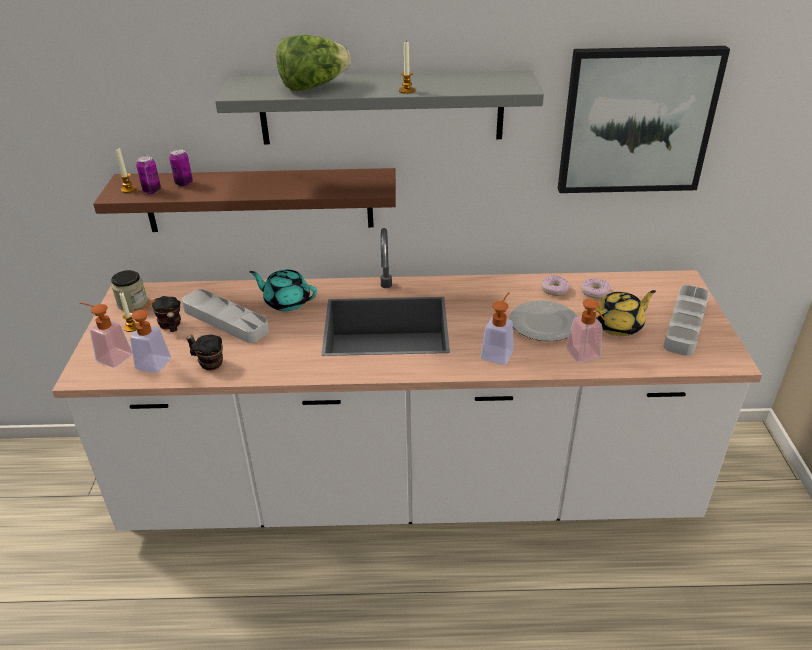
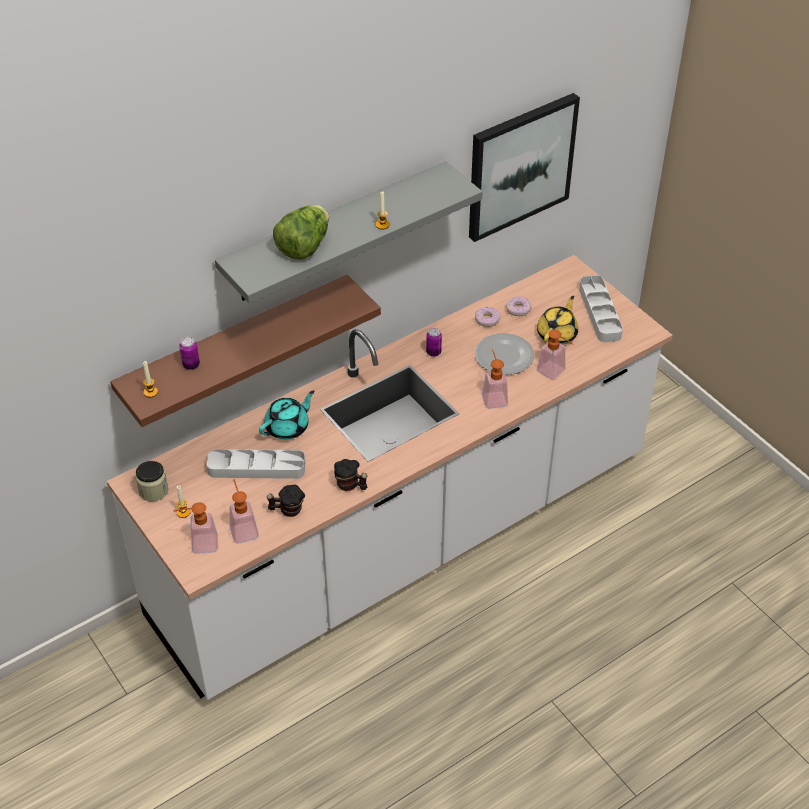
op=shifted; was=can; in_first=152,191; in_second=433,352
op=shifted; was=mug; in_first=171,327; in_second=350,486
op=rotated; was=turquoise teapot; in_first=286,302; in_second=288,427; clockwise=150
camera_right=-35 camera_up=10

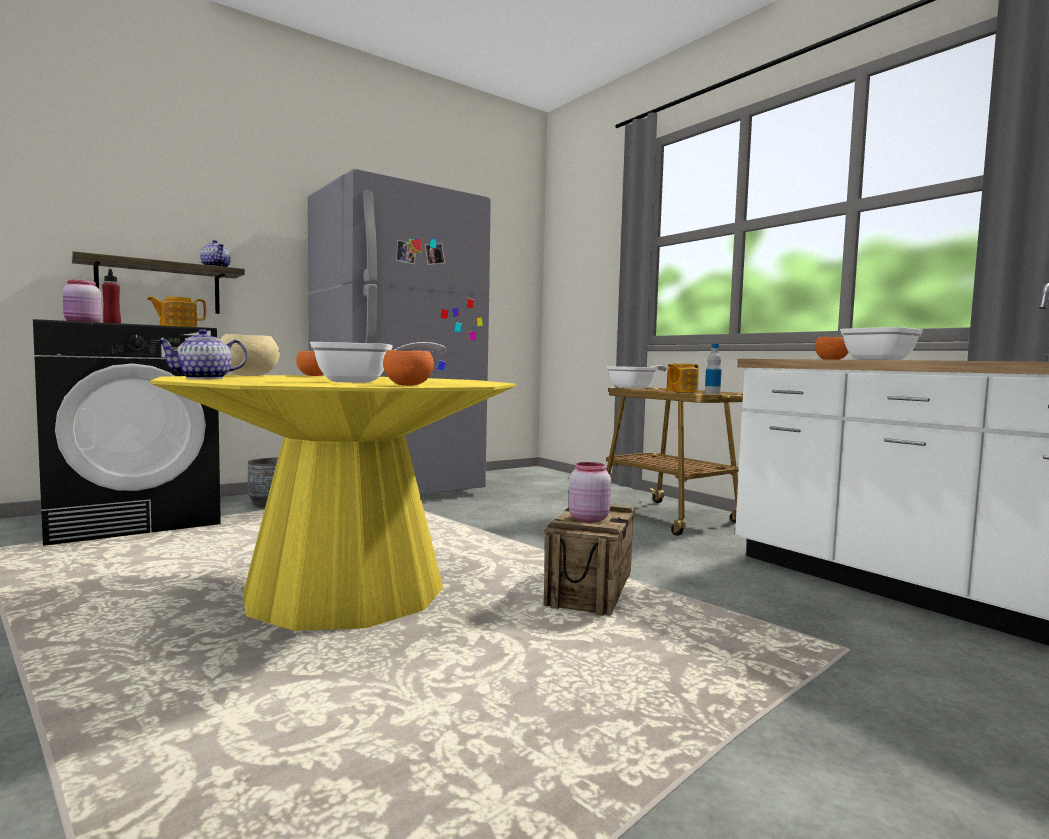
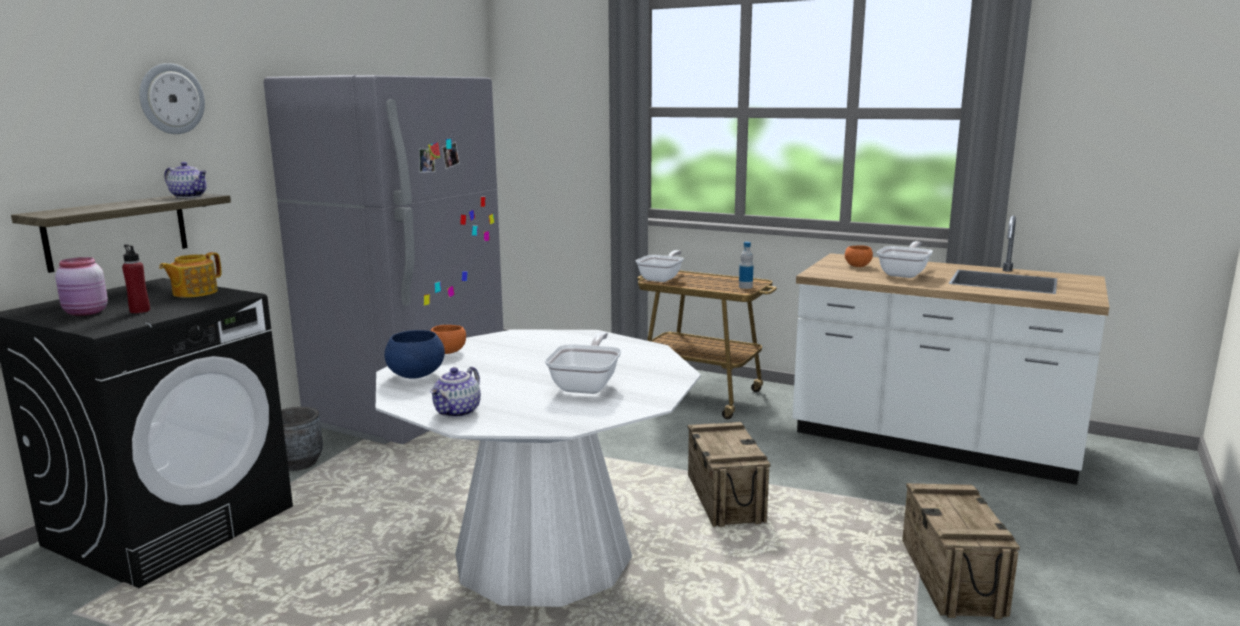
op=gone; was=orange bowl; in_first=408,385
op=gone; was=pink jar; in_first=588,519
op=gone; was=teapot; in_first=681,391
op=new; now=wall clock; in_second=171,99
op=new; now=crate; in_second=952,578
op=repainted; was=yellow dining table; now=white dining table; in_first=345,592; in_second=543,556
op=repainted; was=beige bowl; now=blue bowl; in_first=248,375; in_second=415,375
op=rotated; was=frying pan; in_first=363,382; in_second=587,384; clockwise=-45
camera_right=-25 camera_up=10

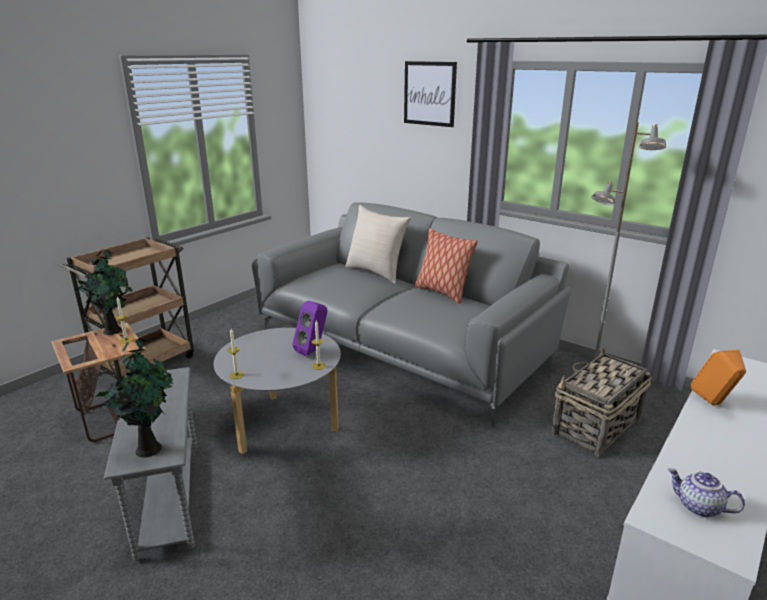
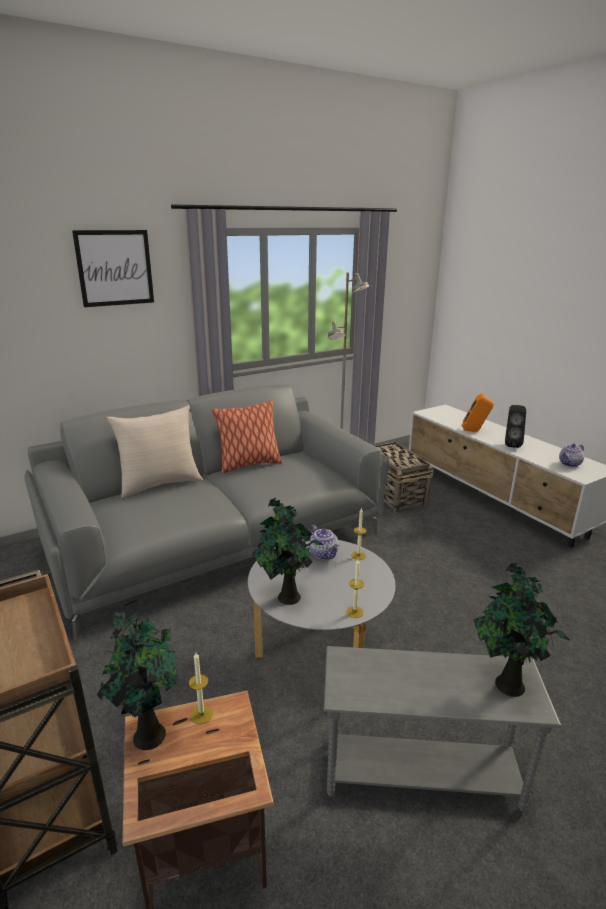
op=new; now=potted plant; in_second=287,597
op=new; now=black speaker; in_second=511,444
op=swapped; was=purple speaker; now=teapot; in_first=313,351; in_second=324,554
camera_right=-70 camera_up=0

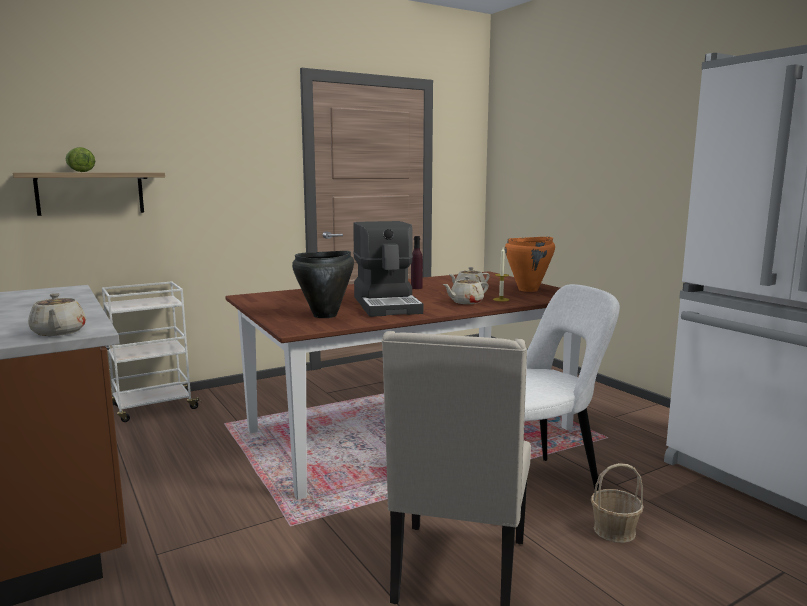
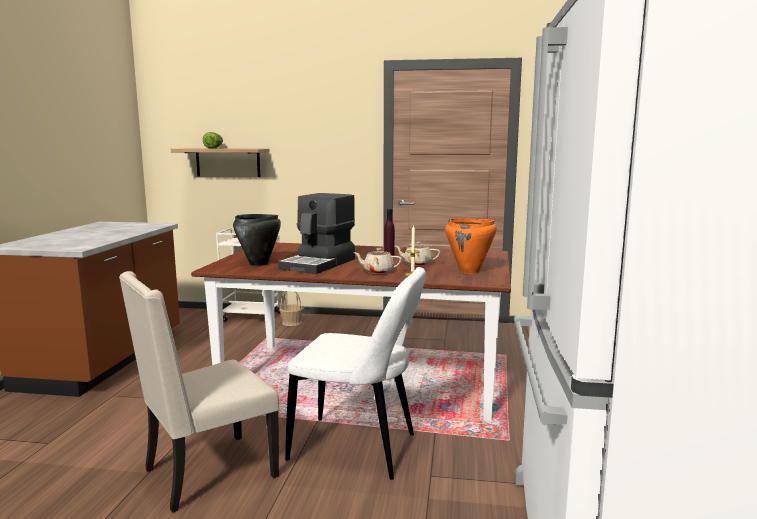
op=gone; was=beige teapot; in_first=58,332
op=shifted; was=basket; in_first=614,530; in_second=291,322
camera_right=40 camera_up=0

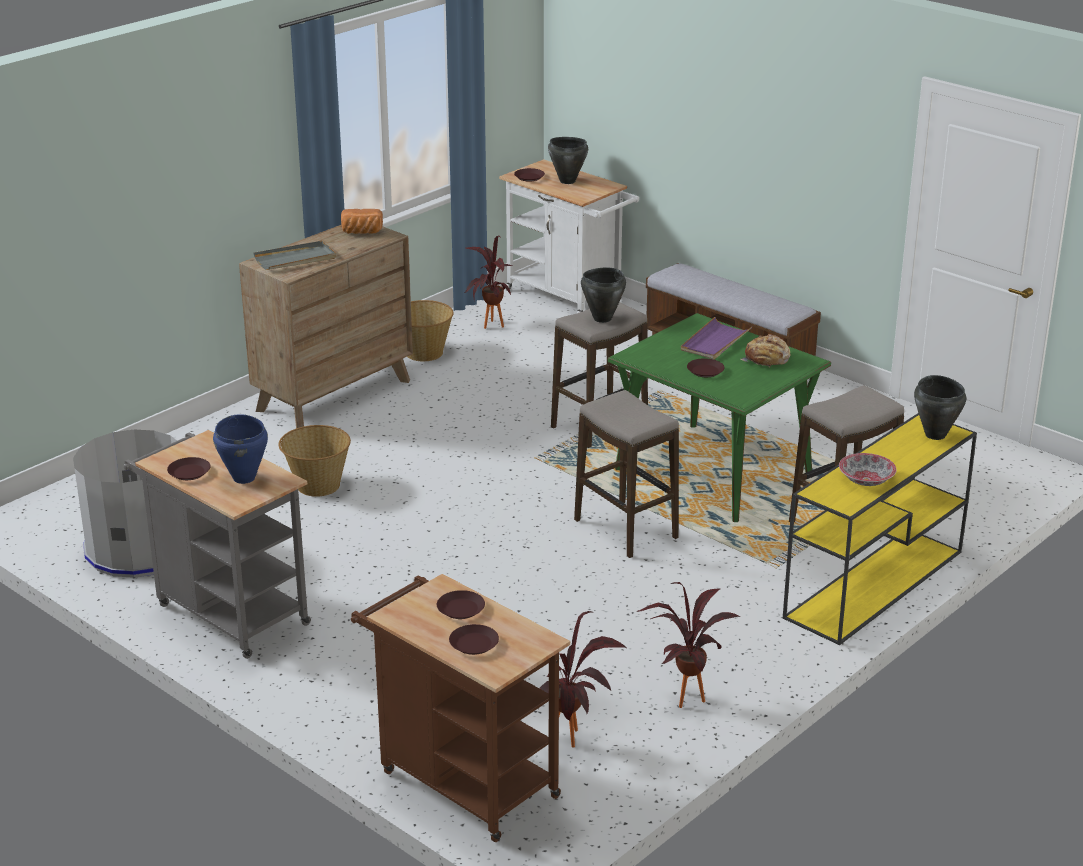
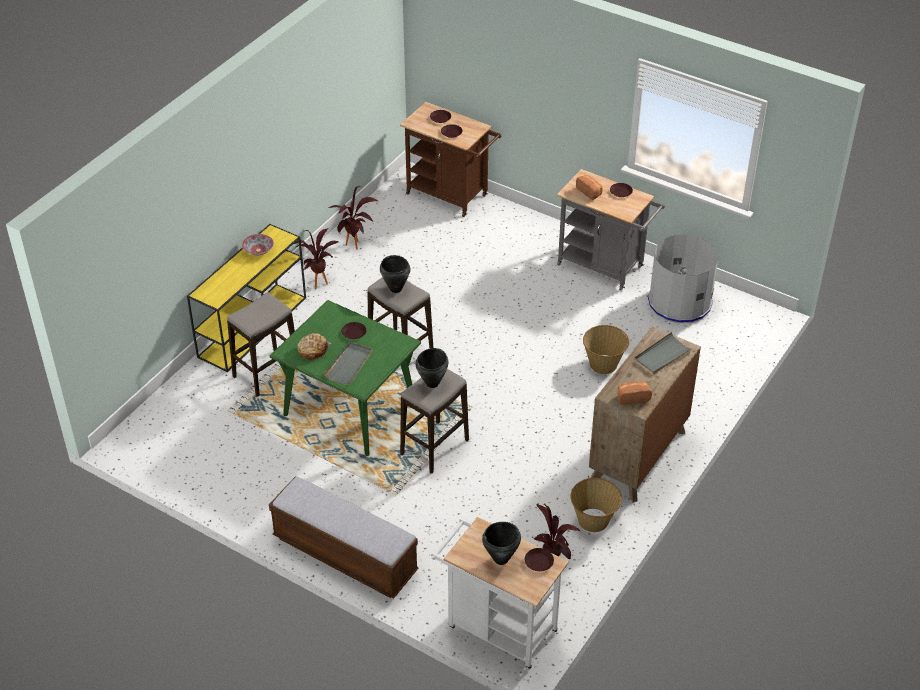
op=shifted; was=potted plant; in_first=572,742; in_second=316,282
op=shifted; was=black cooking pot; in_first=935,434; in_second=395,289
op=swapped; was=blue cooking pot; now=bread; in_first=244,478; in_second=590,192
op=repainted; was=purple tray; now=grey tray; in_first=715,342; in_second=349,365
camera_right=170 camera_up=15

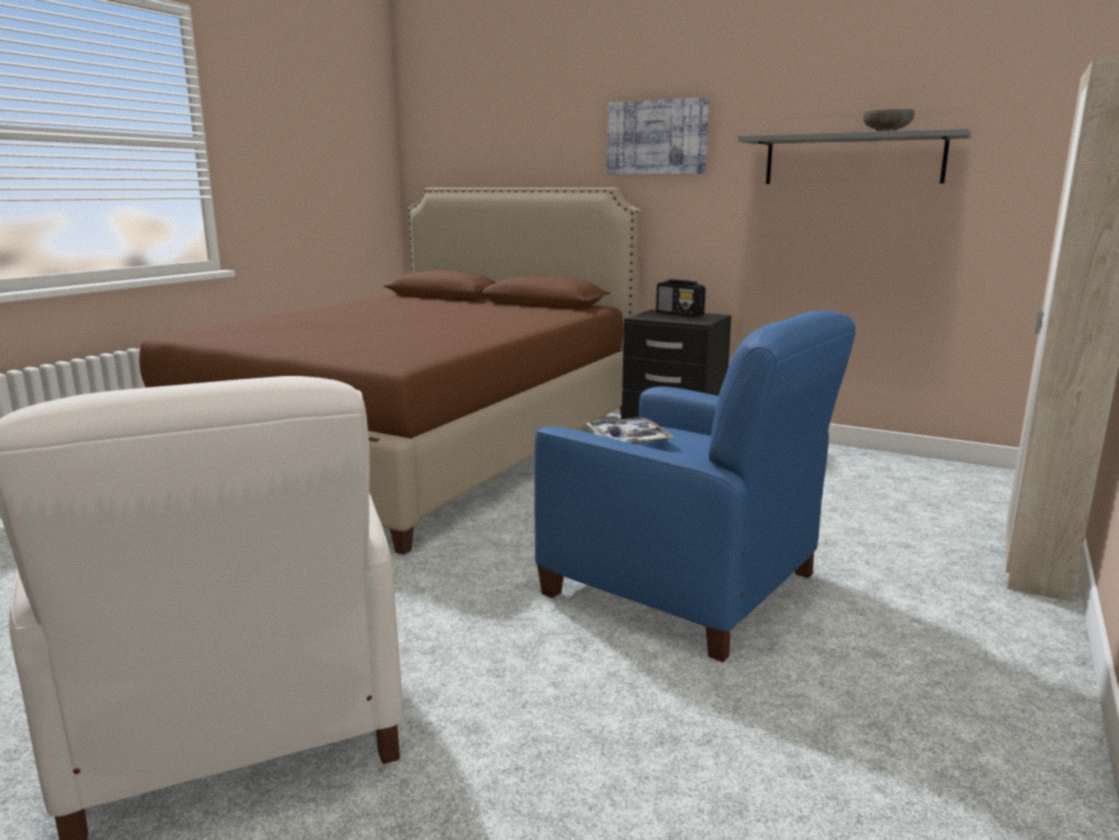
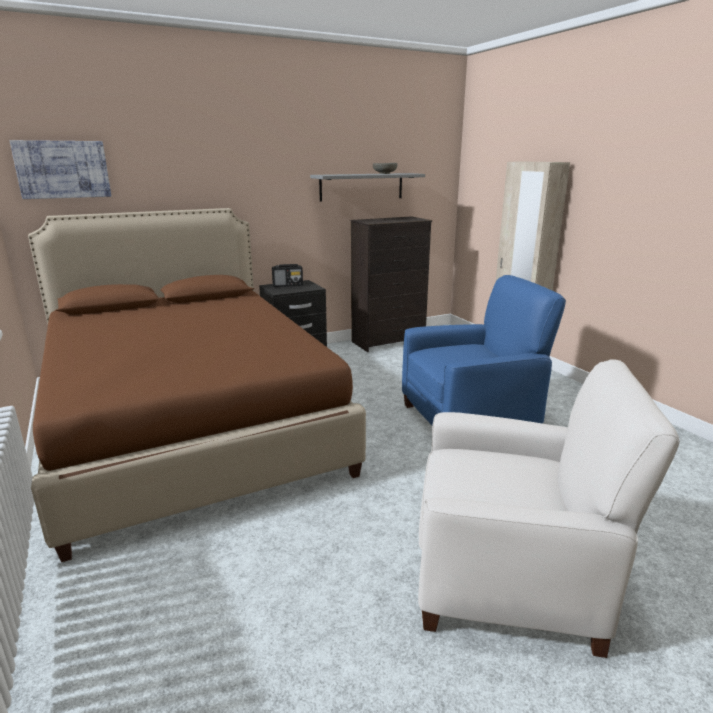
op=gone; was=tray; in_first=628,440
op=new; now=black dresser; in_second=389,341
op=shifted; was=picture; in_first=657,137; in_second=63,169
camera_right=-55 camera_up=5

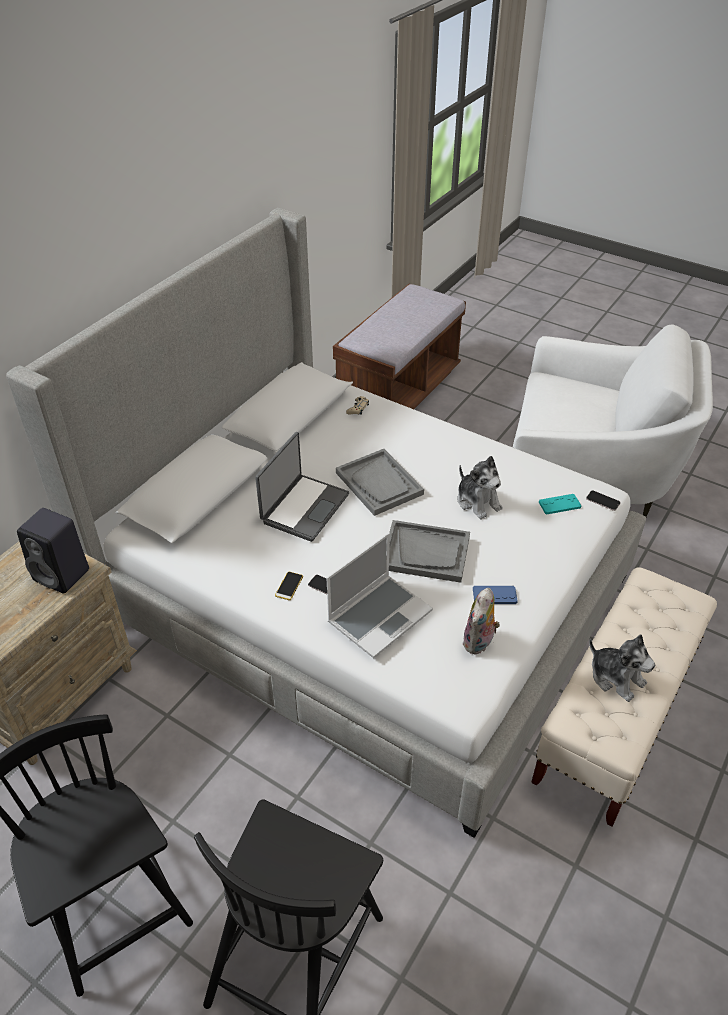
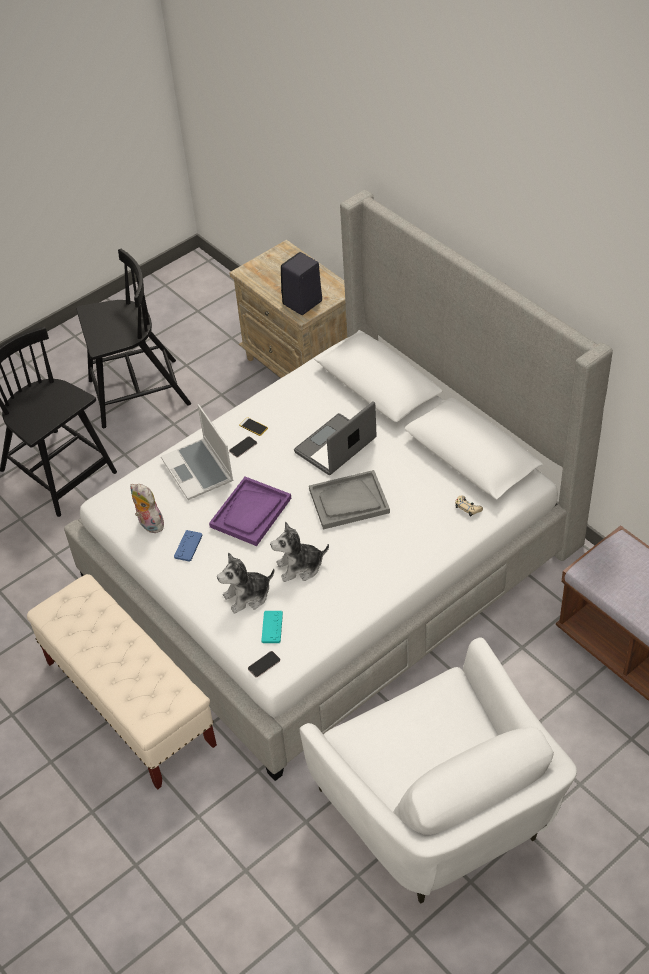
op=shifted; was=plush toy; in_first=616,677; in_second=247,596
op=repainted; was=grey tray; now=purple tray; in_first=426,553; in_second=251,513
op=rotated; was=laptop; in_first=304,508; in_second=336,447; clockwise=90
op=rotated; was=white armchair; in_first=590,474; in_second=440,815; clockwise=-60
camera_right=110 camera_up=5

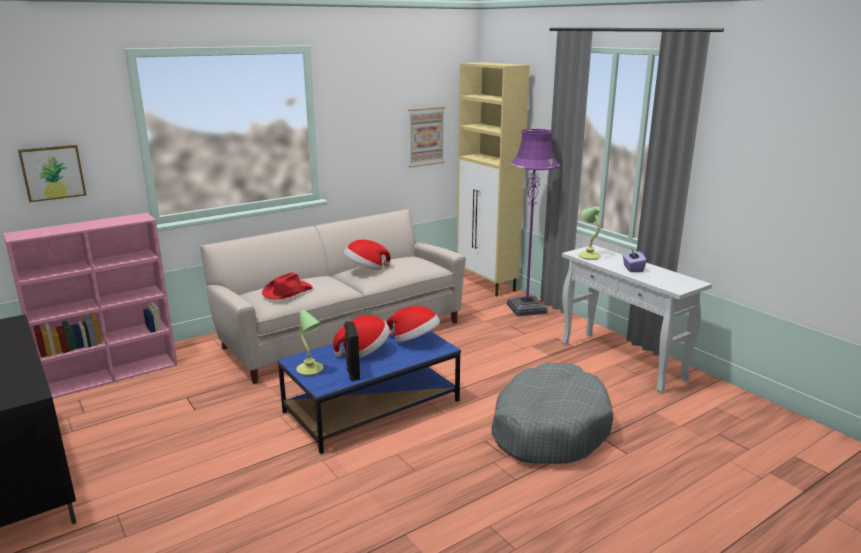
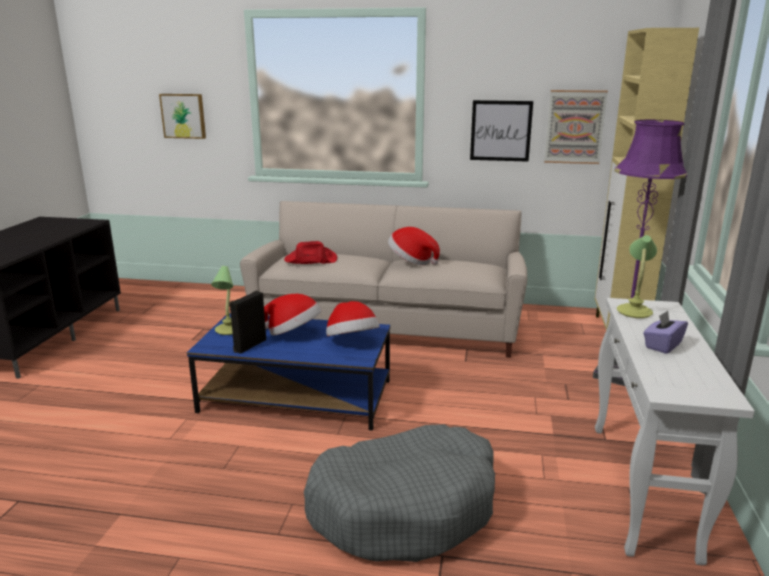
op=gone; was=pink bookcase; in_first=112,375
op=new; now=picture; in_second=500,131
camera_right=45 camera_up=0

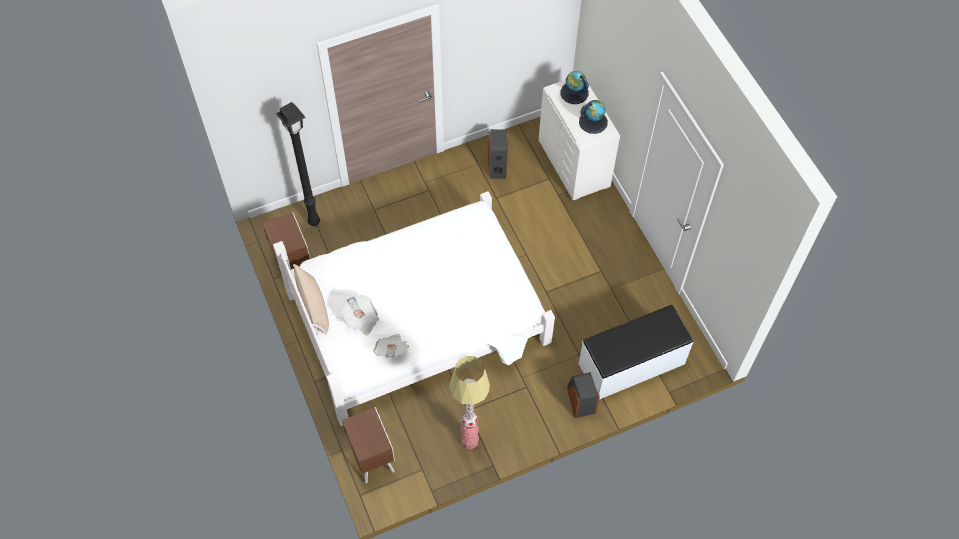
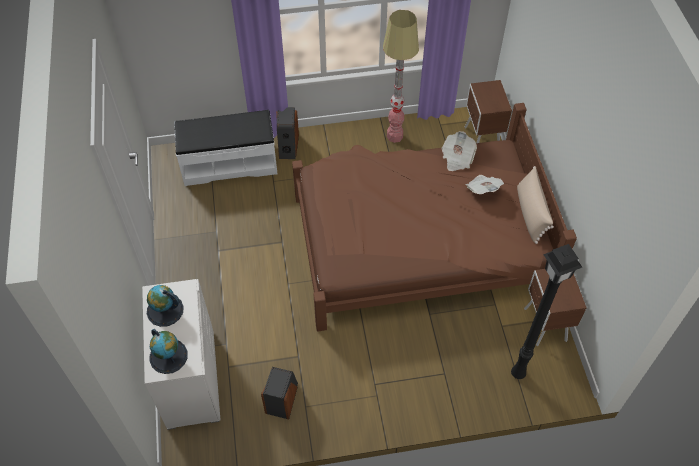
op=repainted; was=white bed; now=brown bed; in_first=419,318; in_second=416,243
camera_right=-165 camera_up=-5

